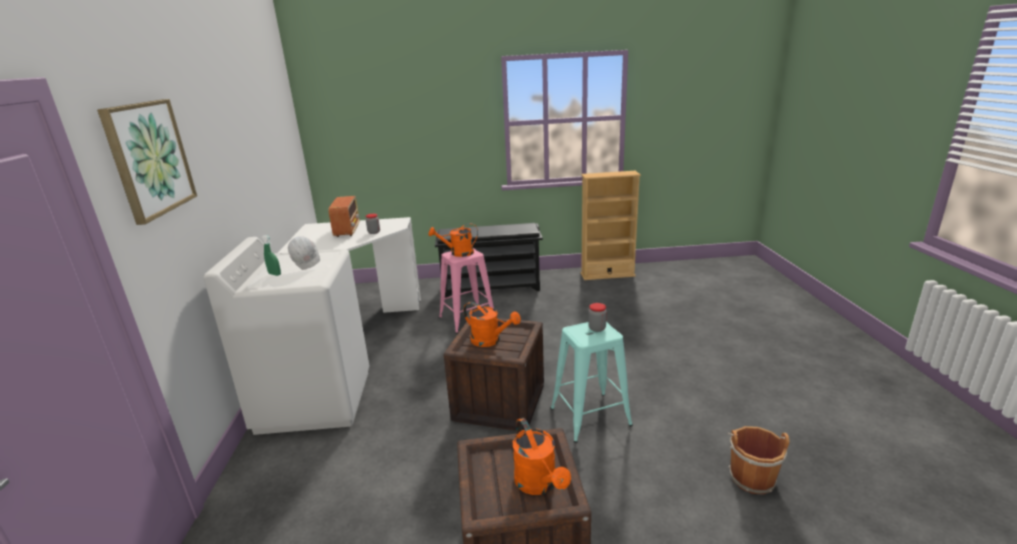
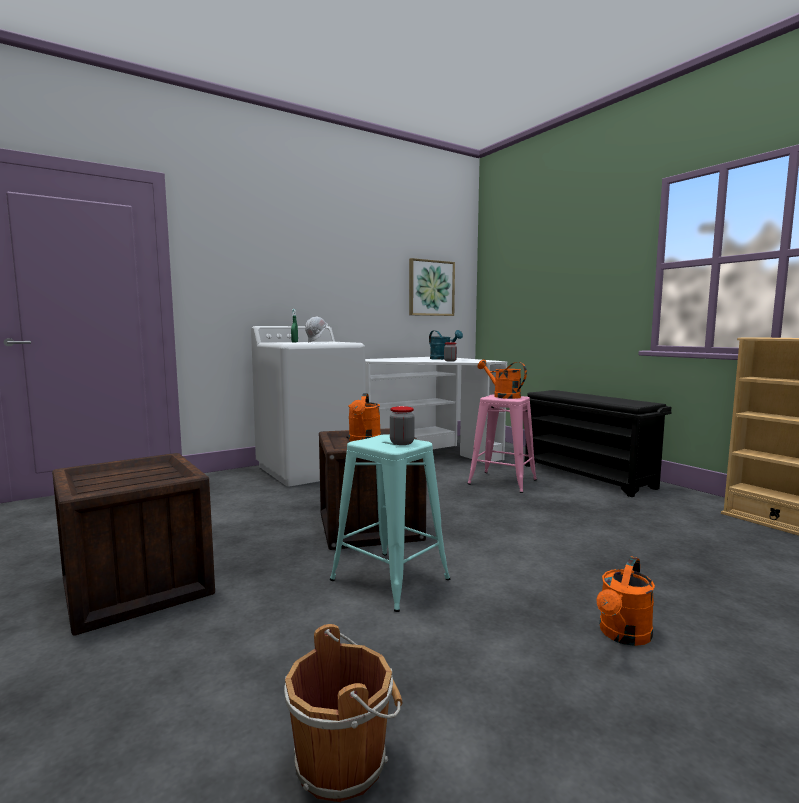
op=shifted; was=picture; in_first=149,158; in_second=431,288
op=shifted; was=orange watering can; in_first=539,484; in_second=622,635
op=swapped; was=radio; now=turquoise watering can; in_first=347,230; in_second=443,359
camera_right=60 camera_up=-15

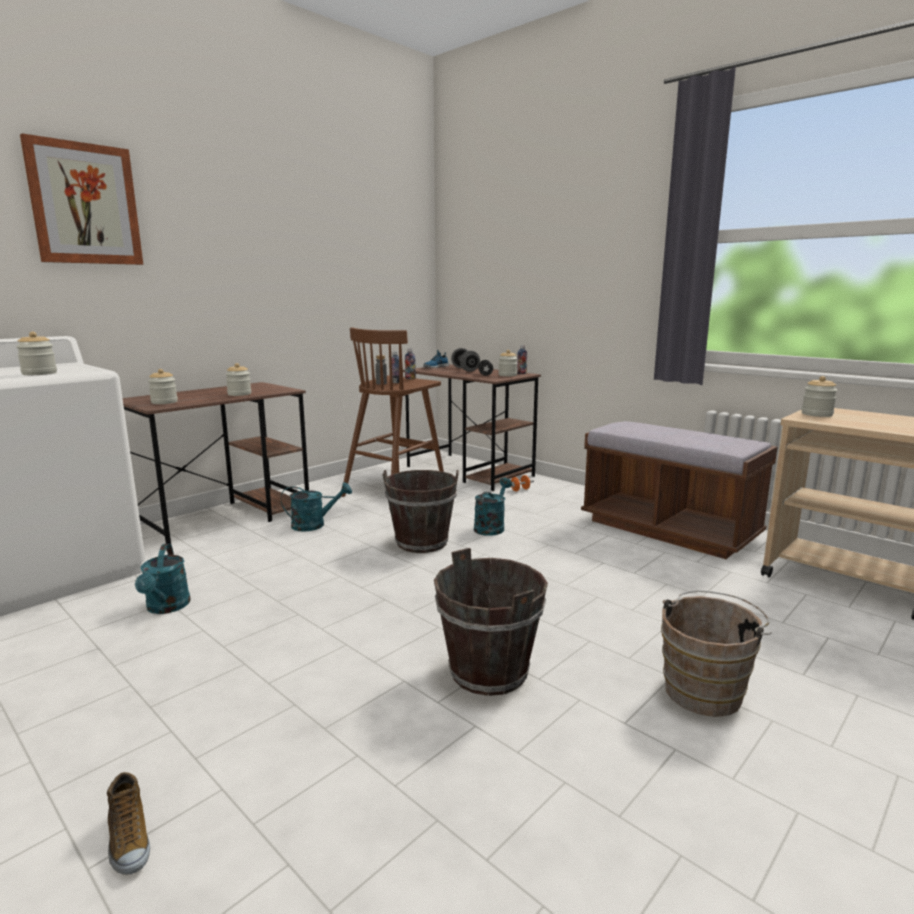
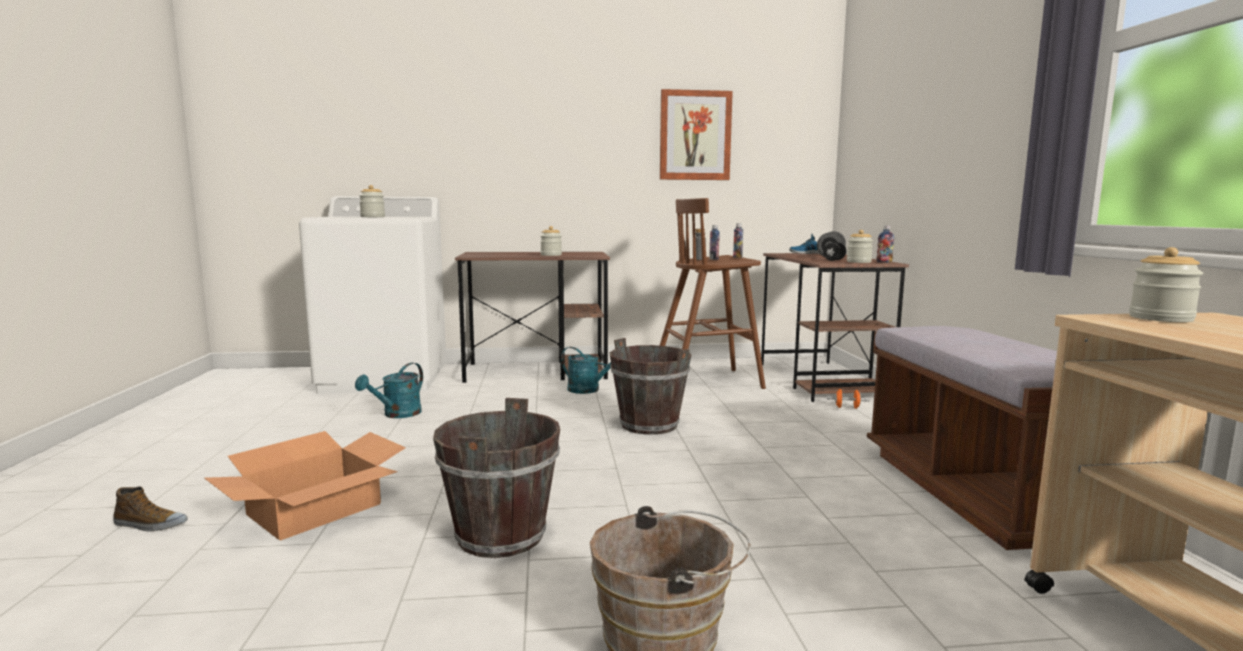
op=gone; was=jar; in_first=164,402
op=gone; was=turquoise watering can; in_first=491,527
op=new; now=cardboard box; in_second=315,509
op=shifted; was=picture; in_first=85,204; in_second=695,135
op=rotated; was=shoe; in_first=128,841; in_second=150,525; clockwise=-90
camera_right=40 camera_up=-5

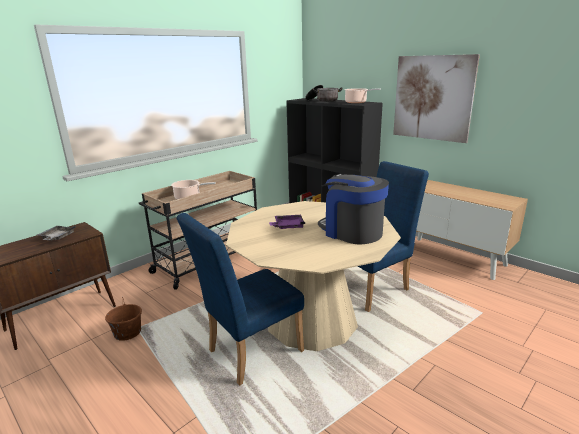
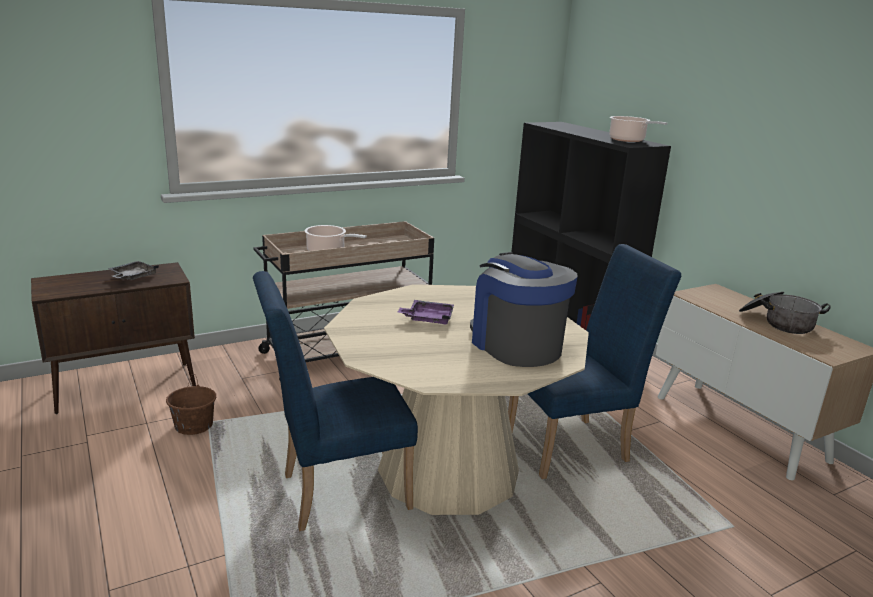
op=gone; was=picture; in_first=432,98
op=shifted; was=cooking pot; in_first=322,100; in_second=777,322
camera_right=15 camera_up=0

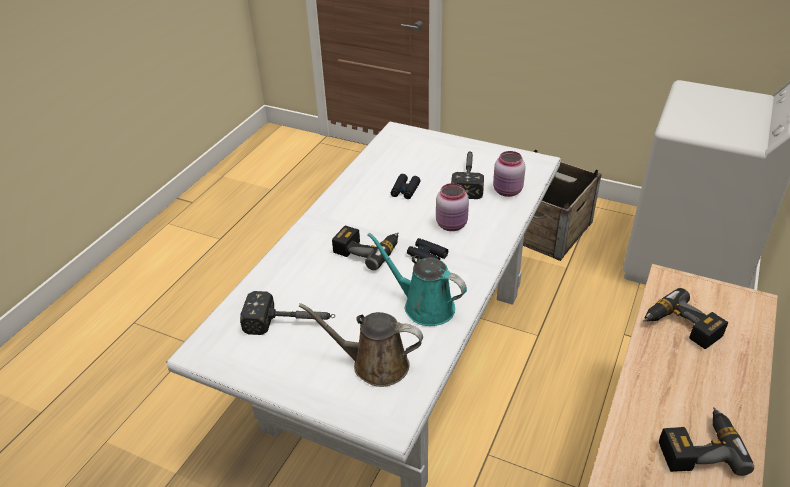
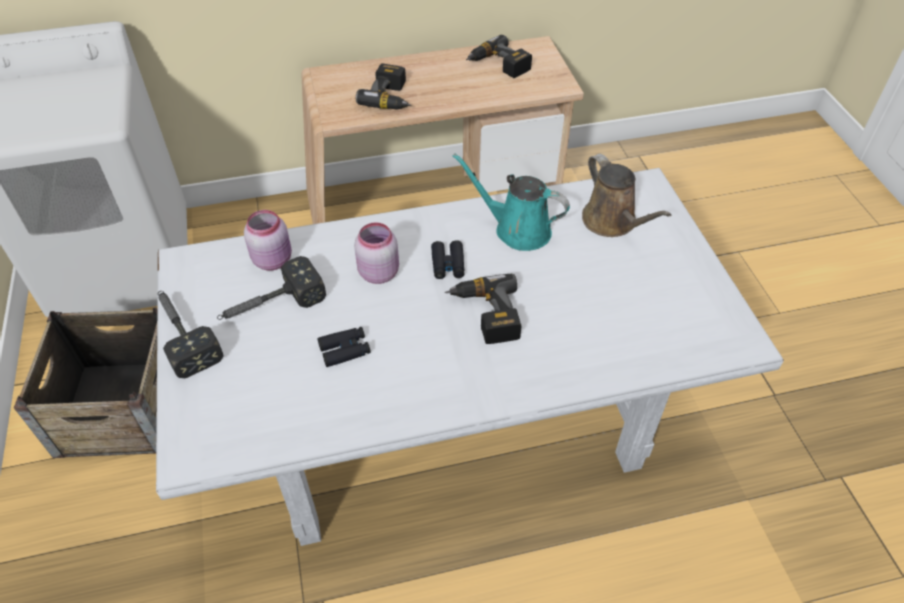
op=shifted; was=hammer; in_first=291,322; in_second=182,334
op=rotated; was=turquoise watering can; in_first=424,306; in_second=517,229; clockwise=120
camera_right=-130 camera_up=10

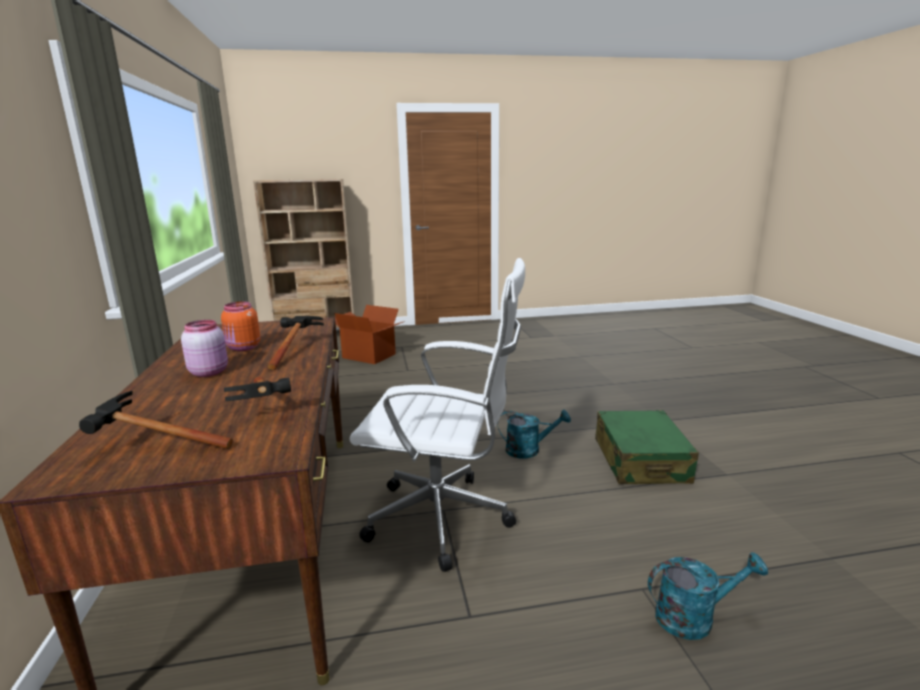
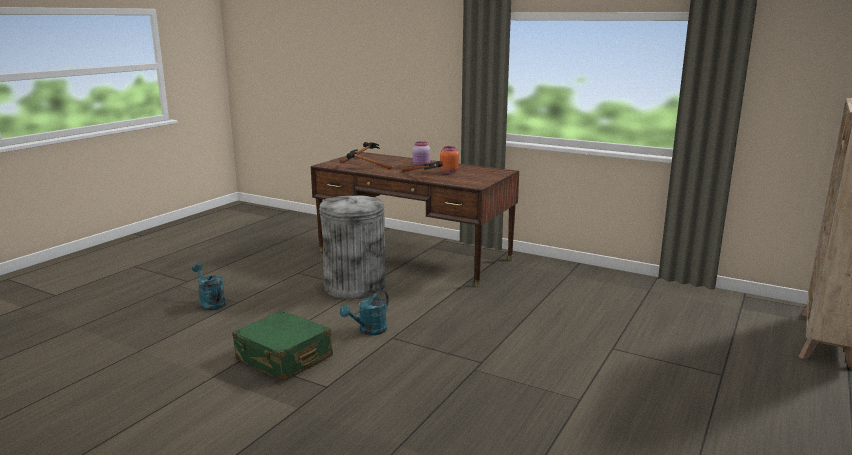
op=gone; was=cardboard box; in_first=369,355
op=swapped; was=white office chair; now=grey trash can; in_first=445,519; in_second=354,286
op=rotated; was=turquoise watering can; in_first=694,617; in_second=210,303; clockwise=105
camera_right=130 camera_up=0

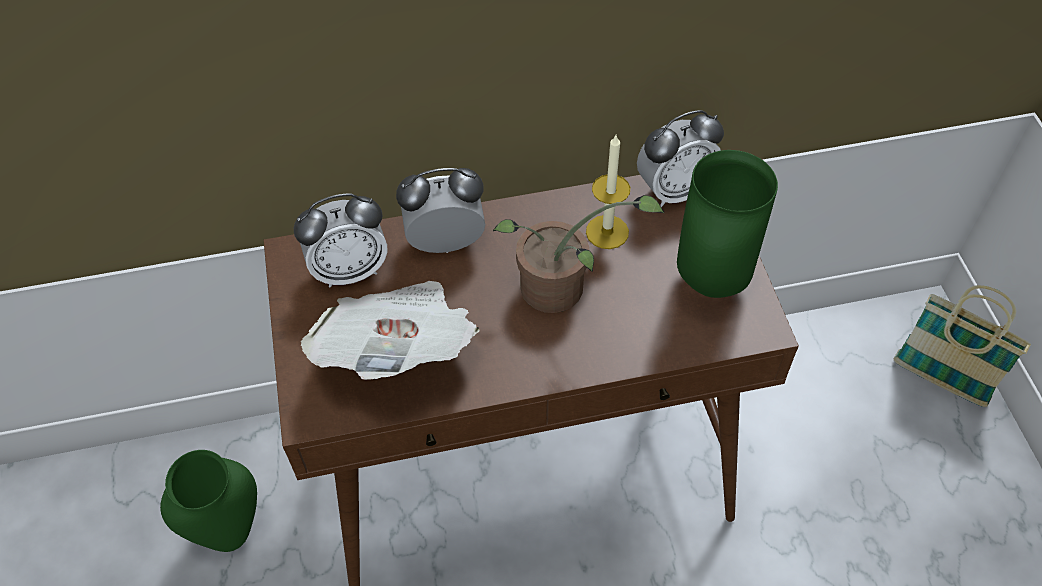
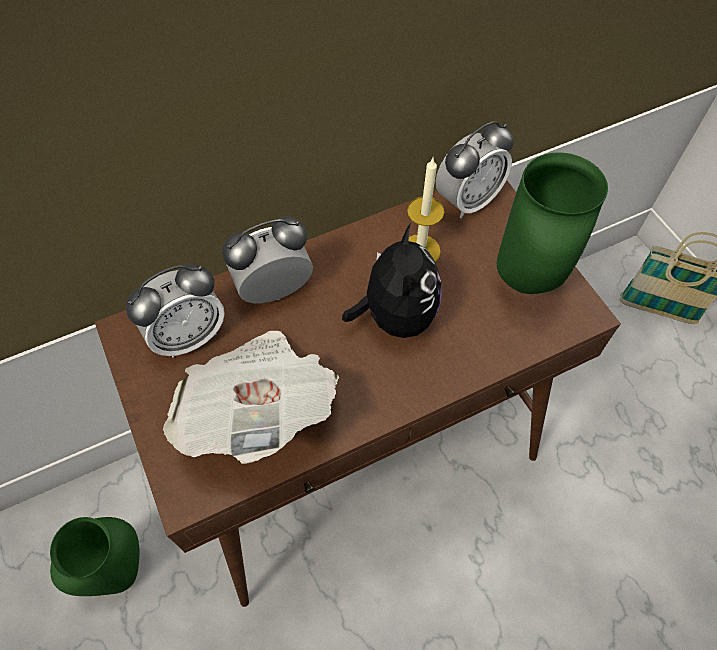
op=swapped; was=potted plant; now=plush toy; in_first=561,291; in_second=395,315
camera_right=-15 camera_up=5

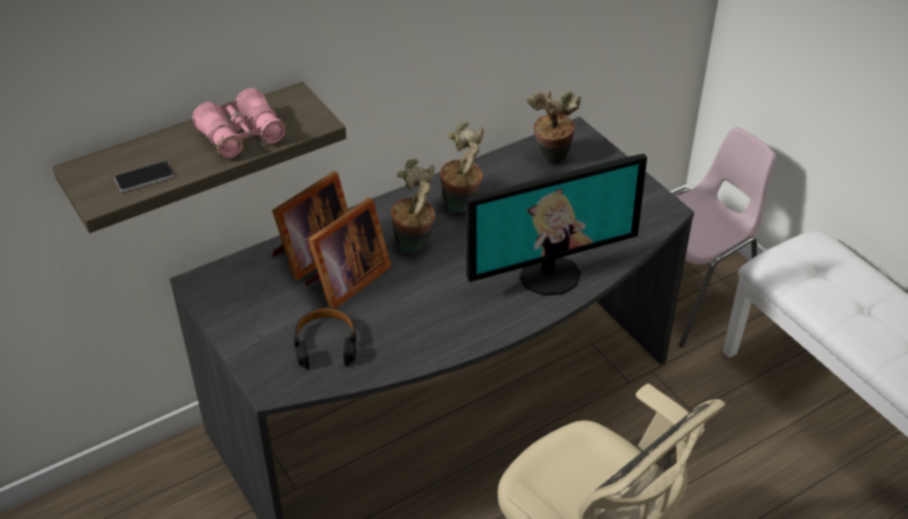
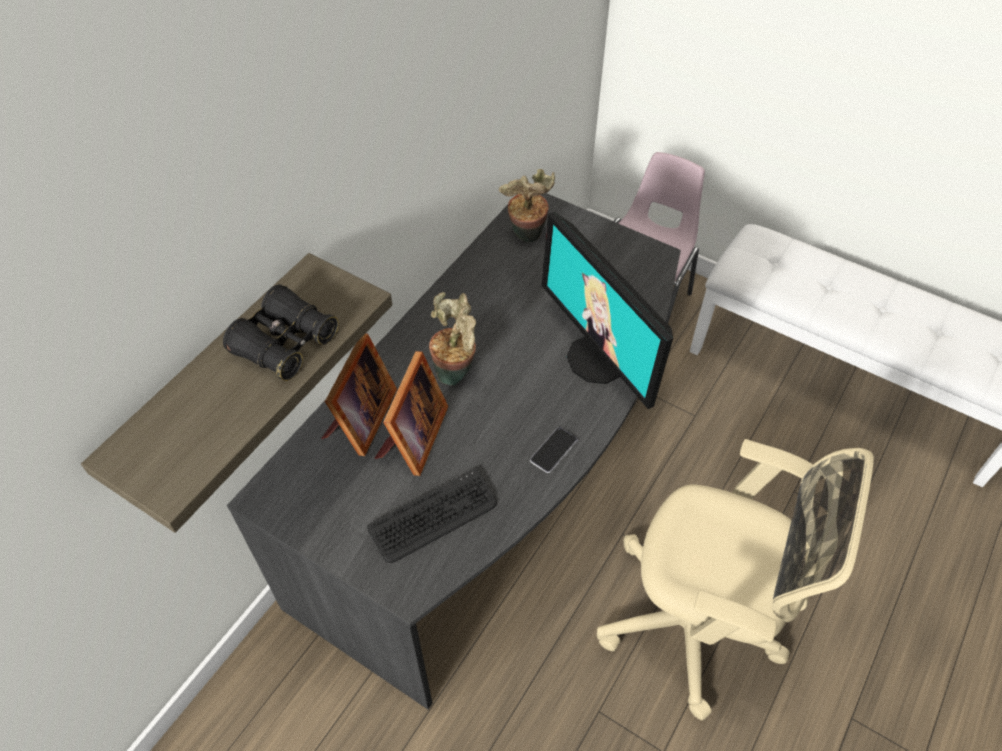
op=gone; was=potted plant; in_first=463,204
op=shifted; was=phone; in_first=144,177; in_second=553,450
op=swapped; was=black headphones; now=keyboard; in_first=326,343; in_second=433,517
op=repainted; was=pink binoculars; now=black binoculars; in_first=242,136; in_second=285,344
op=rotated; was=monitor; in_first=549,274; in_second=597,359; clockwise=105
camera_right=-25 camera_up=10

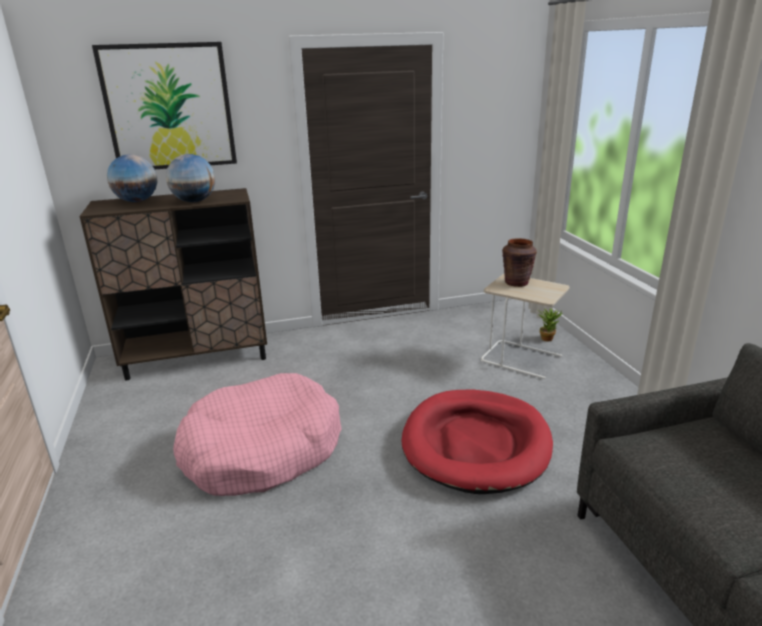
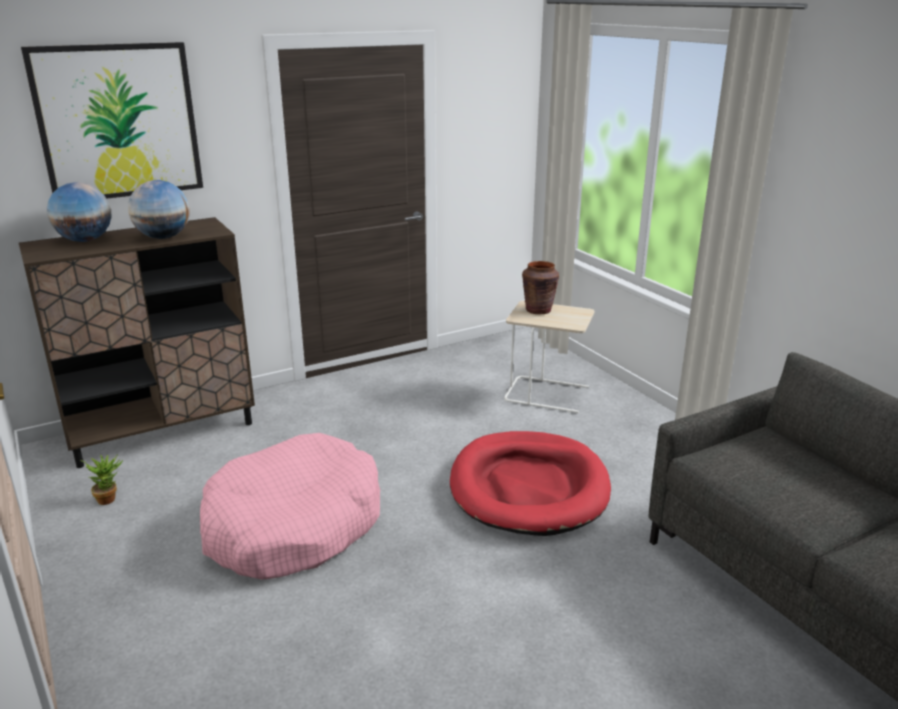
op=shifted; was=potted plant; in_first=548,338; in_second=109,498
camera_right=-15 camera_up=0

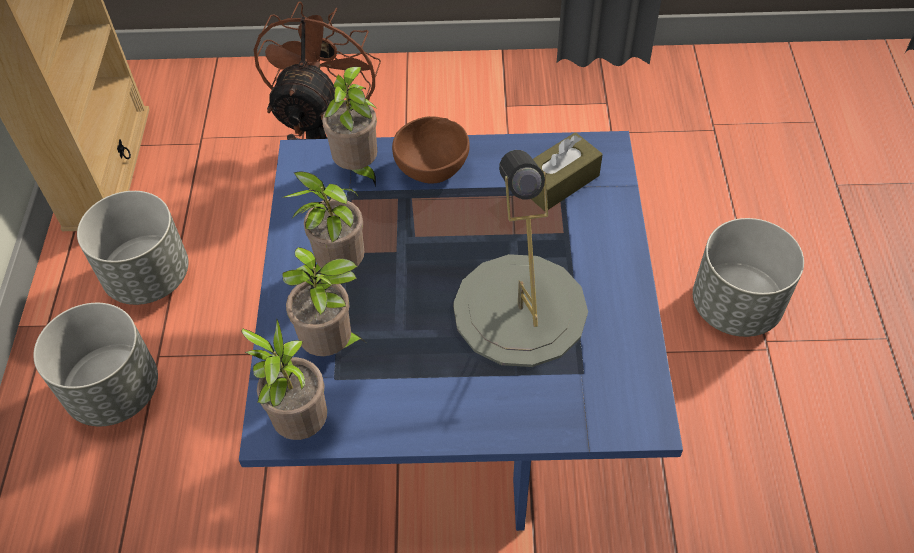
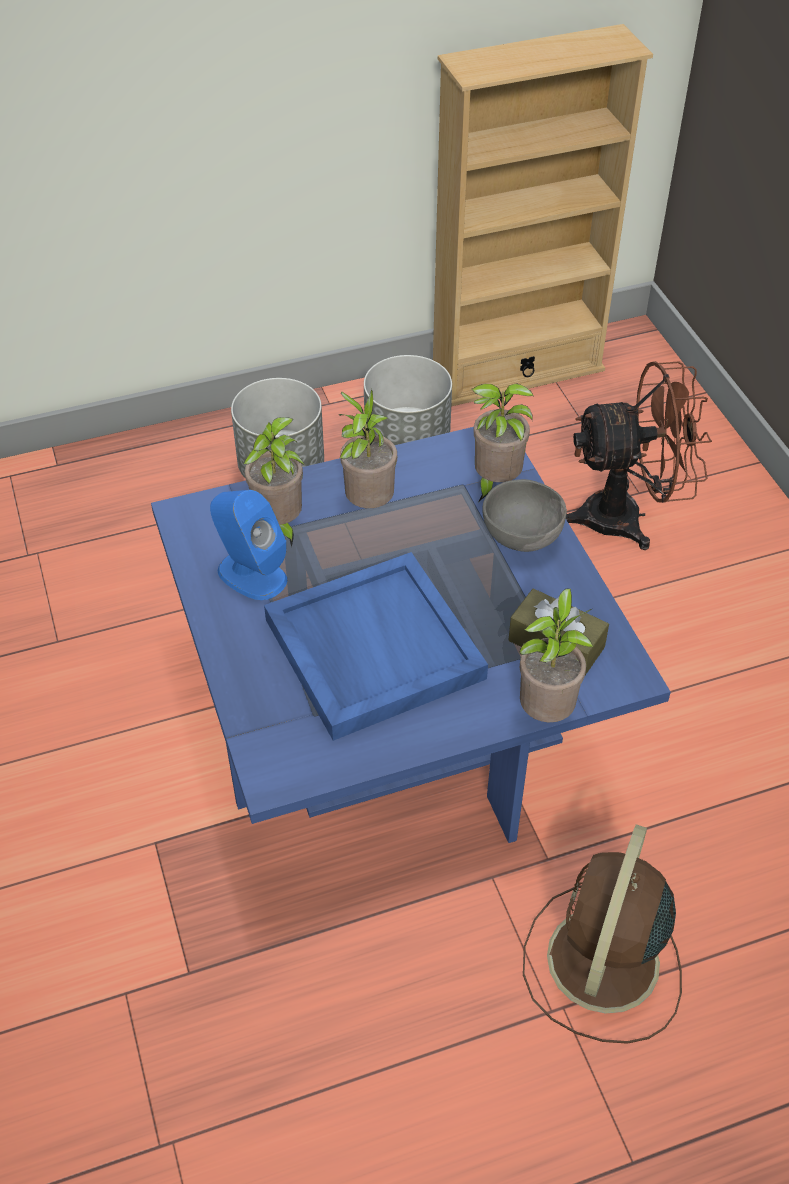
op=new; now=blue speaker; in_second=251,574
op=shifted; was=potted plant; in_first=300,423; in_second=547,711
op=swapped; was=grey table lamp; now=blue tray; in_first=519,309; in_second=371,648
op=swapped; was=grey planter; now=brown fan; in_first=736,306; in_second=601,964
op=repainted; was=brown bowl; now=grey bowl; in_first=433,170; in_second=522,539
camera_right=70 camera_up=-5

